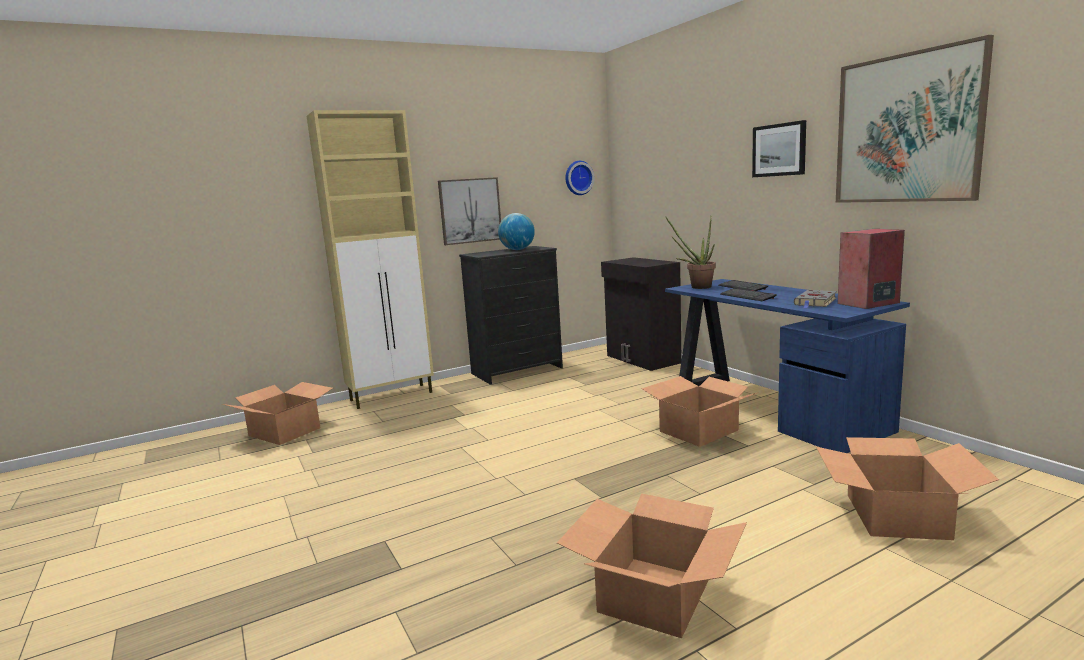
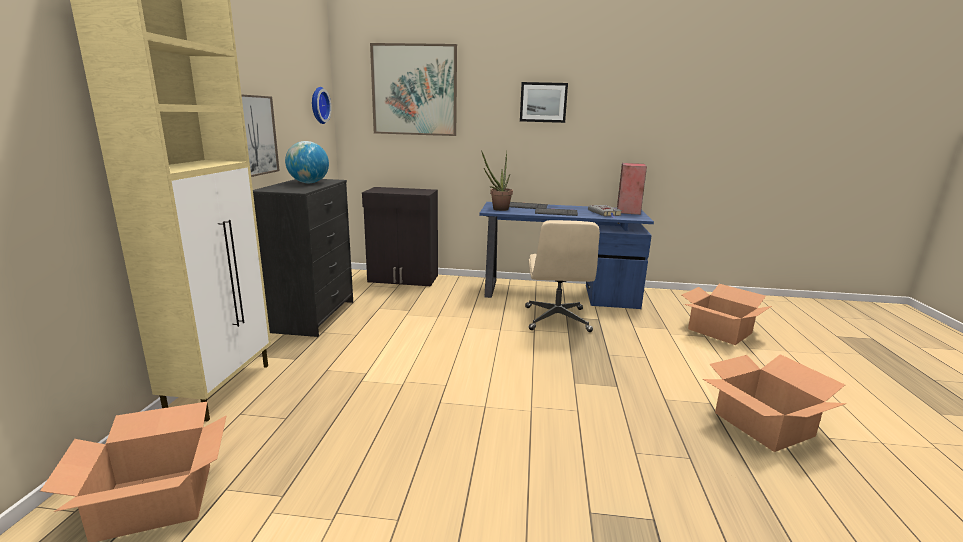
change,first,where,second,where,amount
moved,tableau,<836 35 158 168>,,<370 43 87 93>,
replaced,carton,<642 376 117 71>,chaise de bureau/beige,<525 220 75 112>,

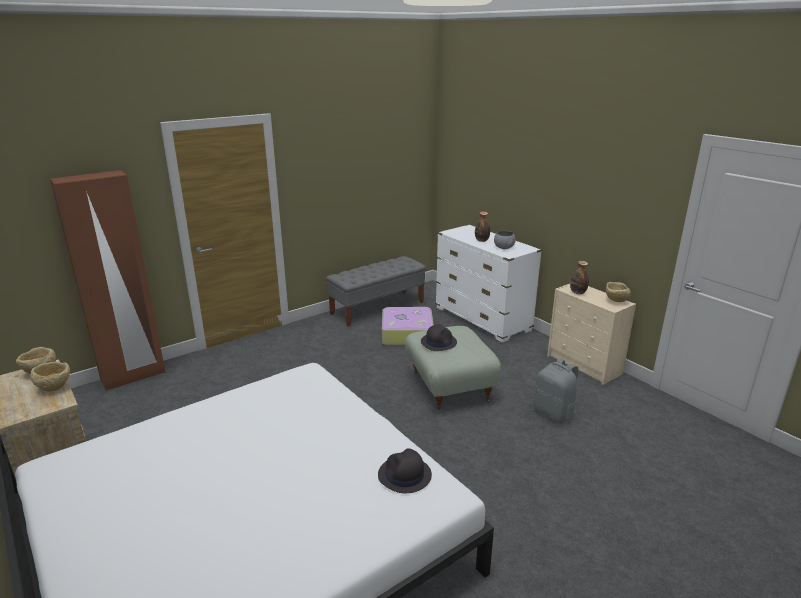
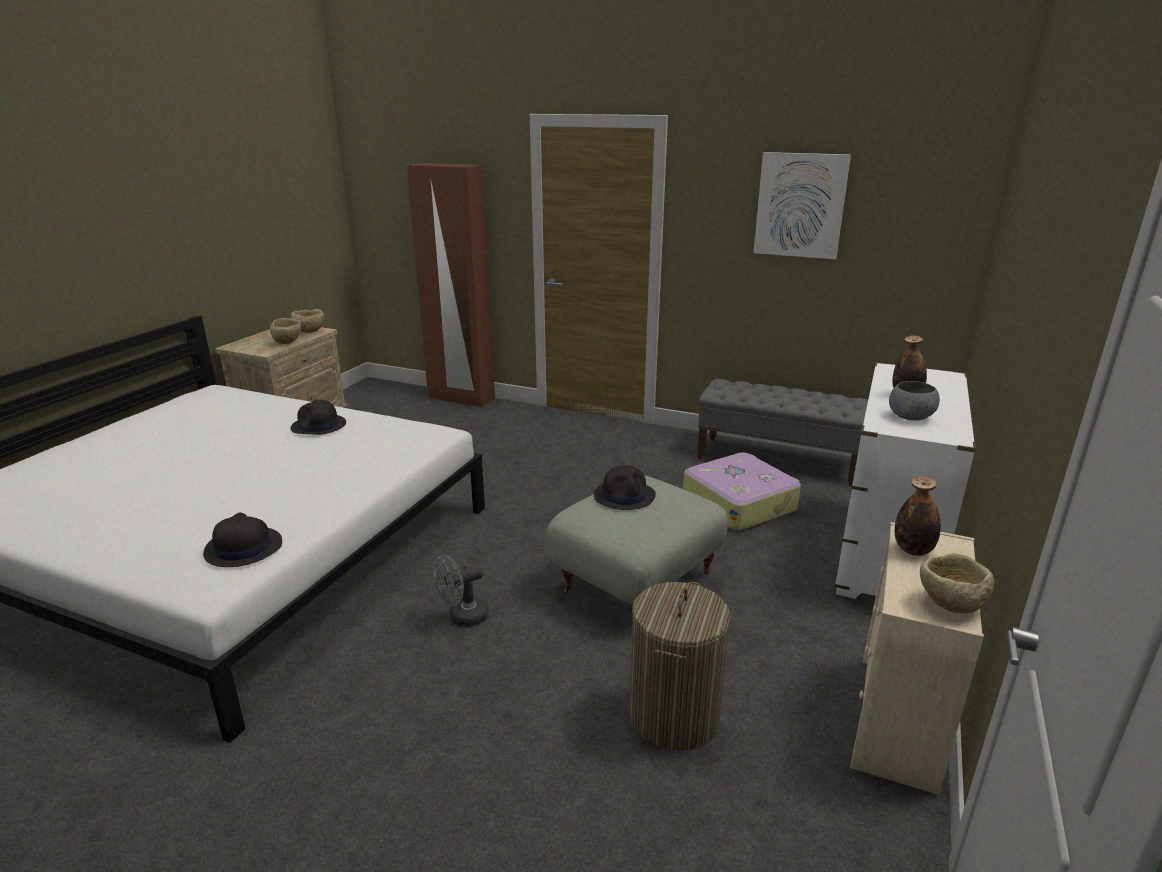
change,first,where,second,where,amount
added,,,chapeau/noir,<291 399 55 36>,
added,,,ventilateur/gris,<433 555 56 72>,
added,,,tableau,<753 152 98 107>,
replaced,sac à dos/gris,<533 358 45 65>,panier à linge,<629 582 102 169>,

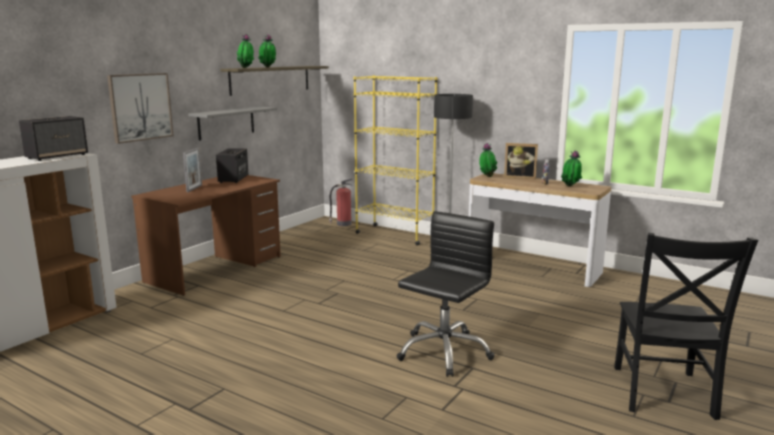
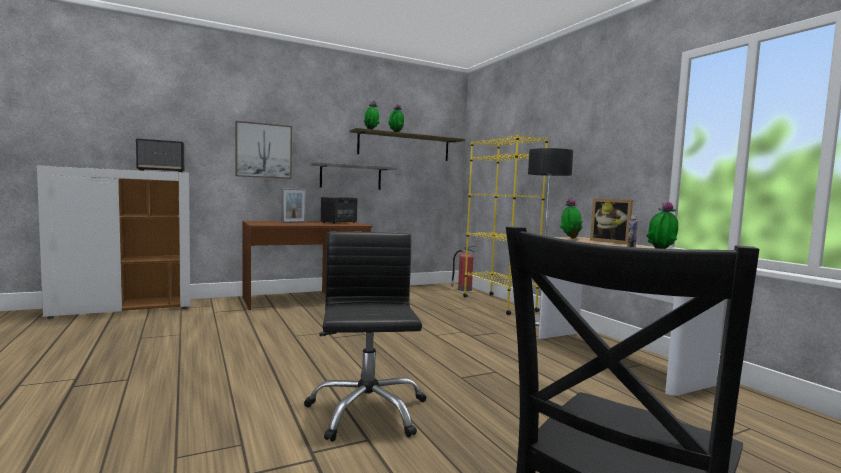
change,first,where,second,where,amount
turned,chaise de bureau/noir,<396 211 98 166>,,<304 232 123 210>,75 degrees counterclockwise

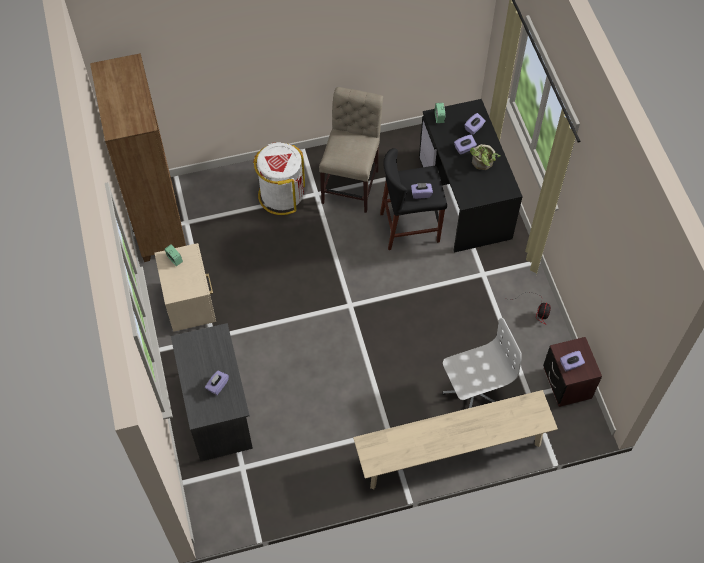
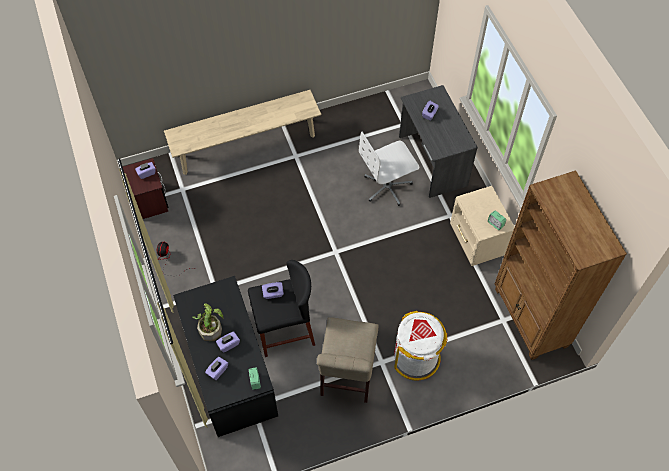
change,first,where,second,where,amount
moved,chaise de bureau/blanc,<442 318 80 90>,,<359 132 60 74>,

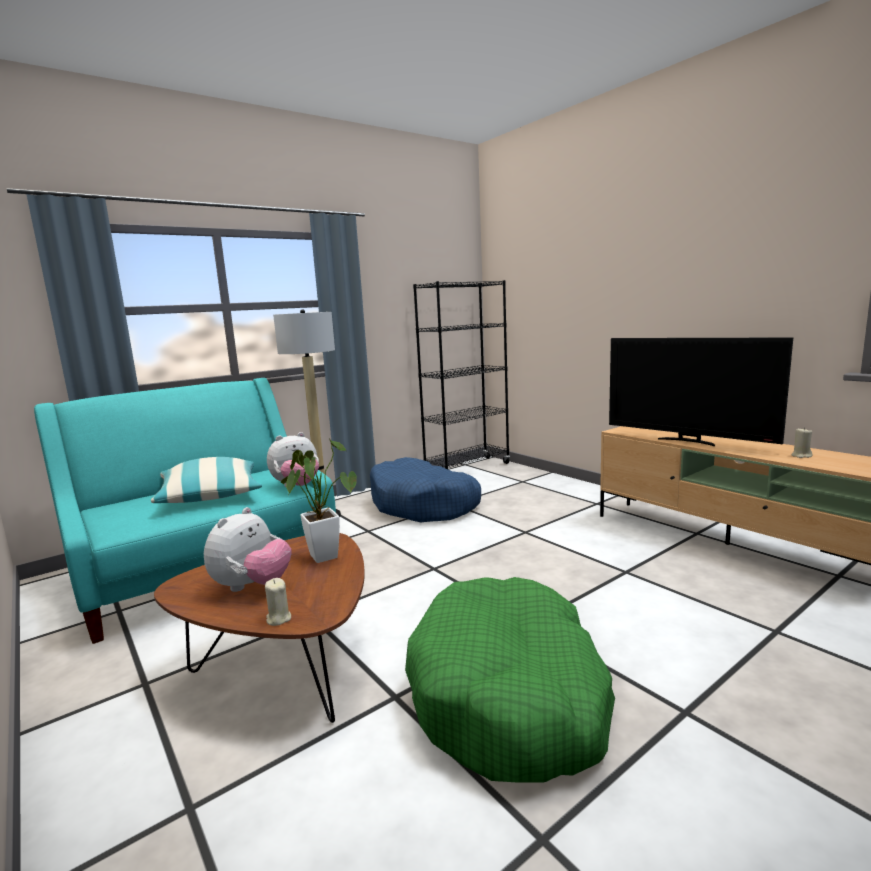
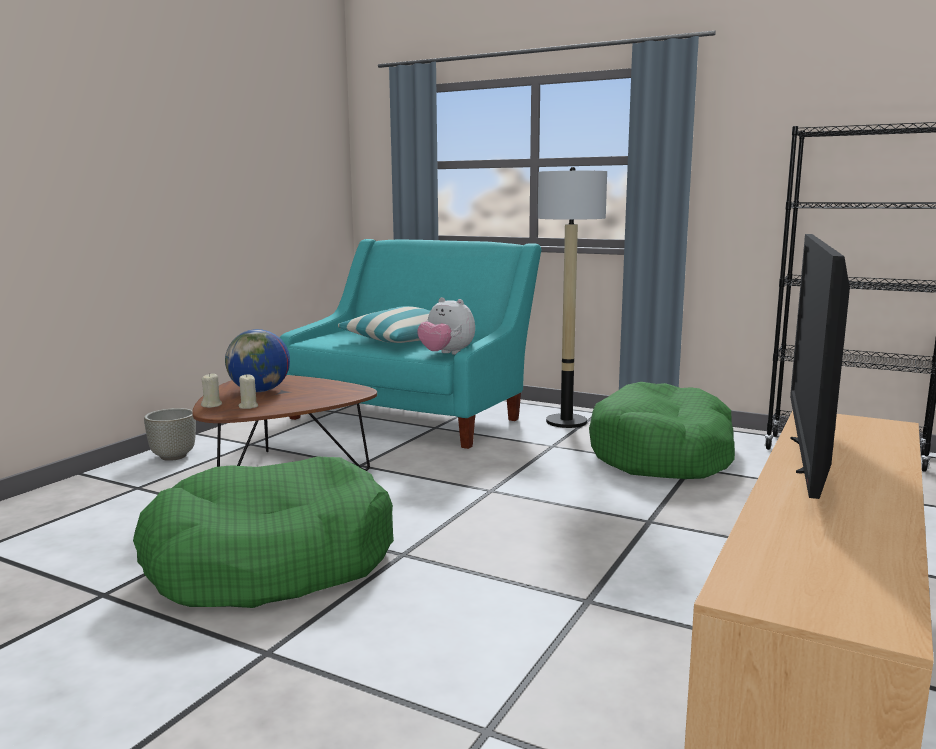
change,first,where,second,where,amount
removed,plante en pot,<281 438 76 125>,,,
added,,,cache-pot/gris,<144 408 52 53>,
moved,bougie/beige,<792 427 21 31>,,<238 374 20 35>,
replaced,peluche,<204 507 87 85>,globe,<225 329 65 63>,
recoloured,panier pour chien/bleu,<370 457 111 66>,panier pour chien/vert,<589 382 146 97>,

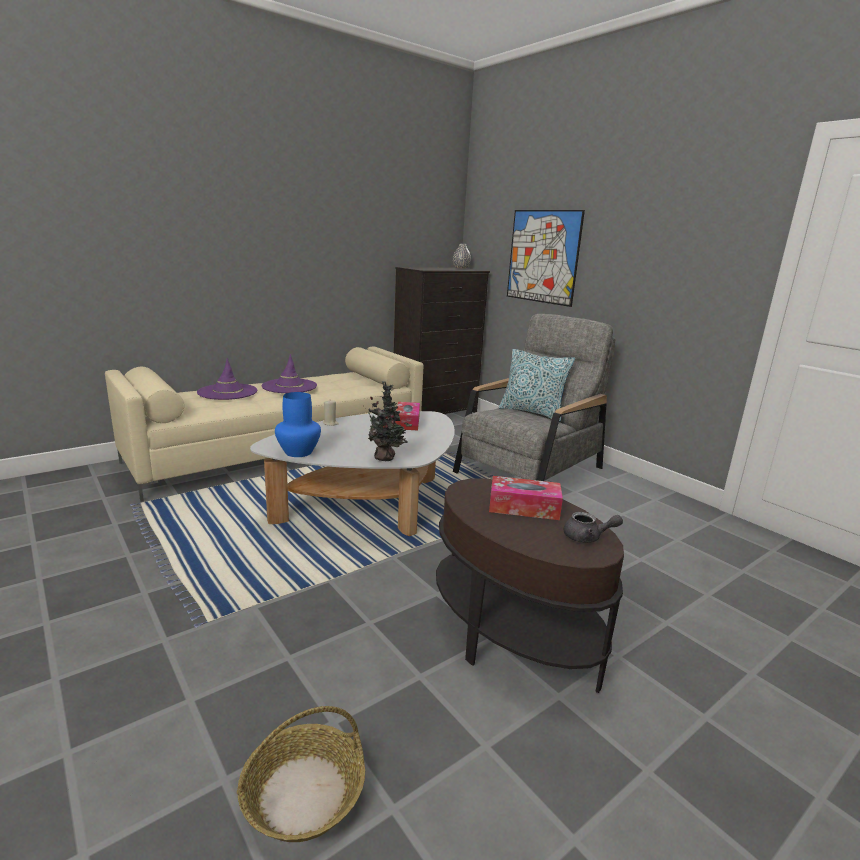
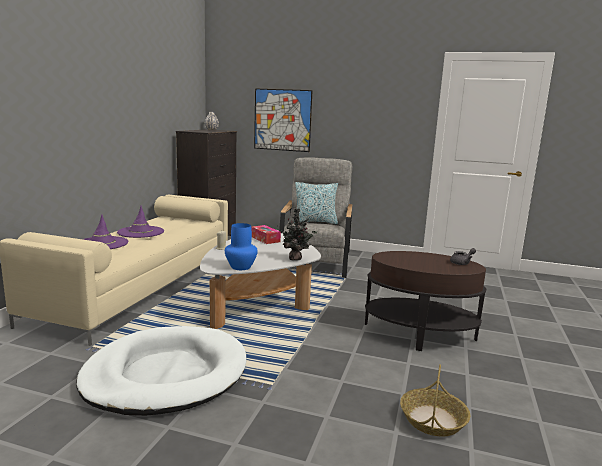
change,first,where,second,where,amount
removed,boîte à mouchoirs,<489 476 74 44>,,,
added,,,panier pour chien/blanc,<77 326 169 90>,

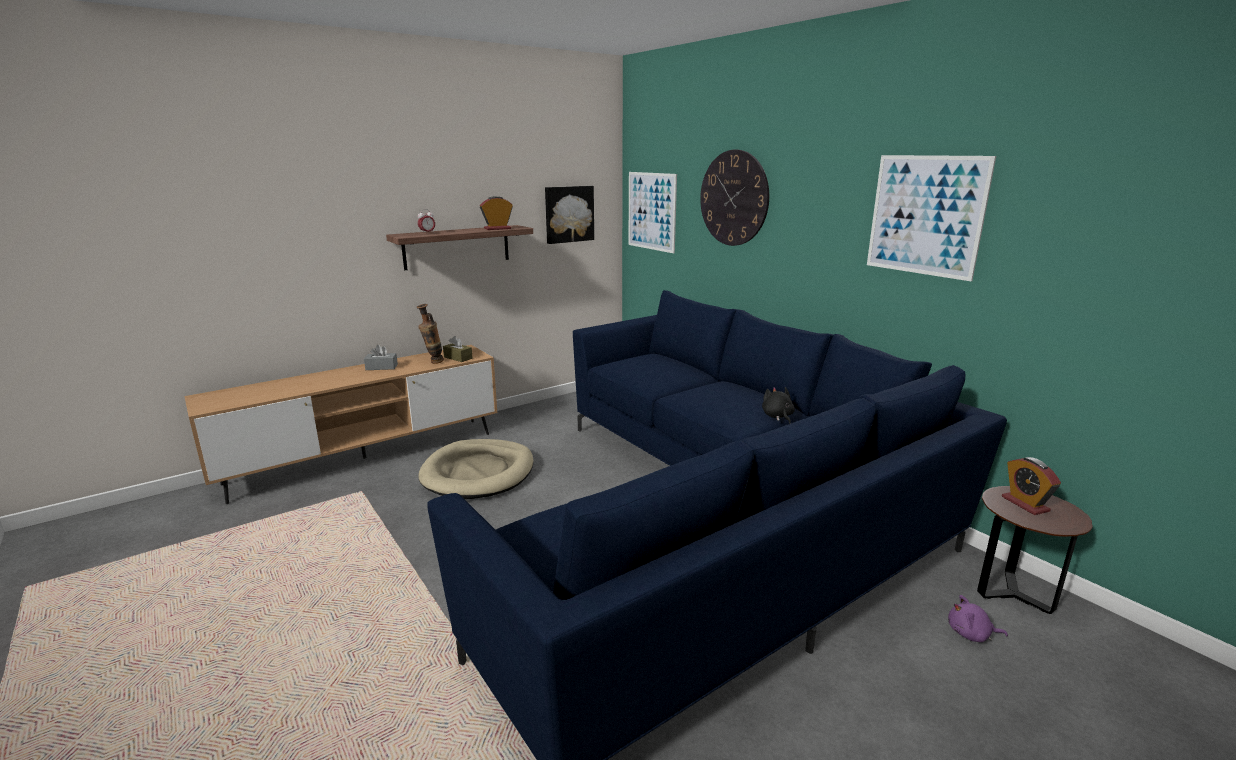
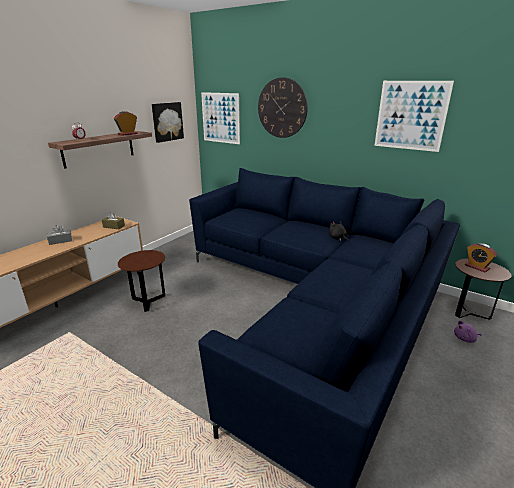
change,first,where,second,where,amount
removed,vase,<417 304 27 60>,,,
replaced,panier pour chien/beige,<418 439 115 61>,table d'appoint/marron,<118 250 47 62>,

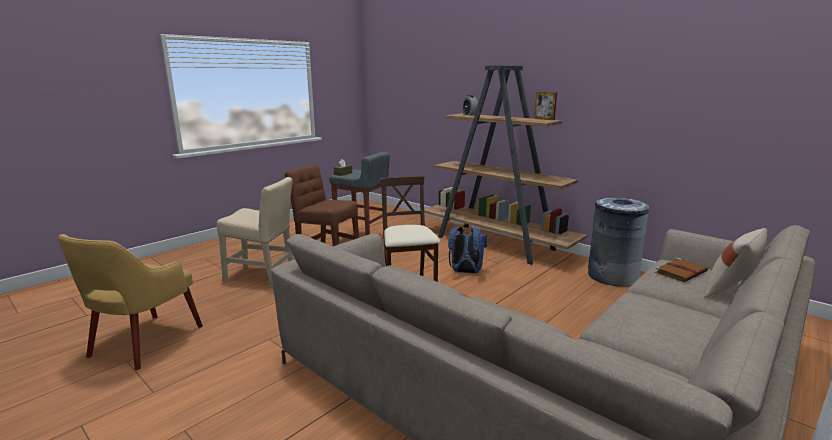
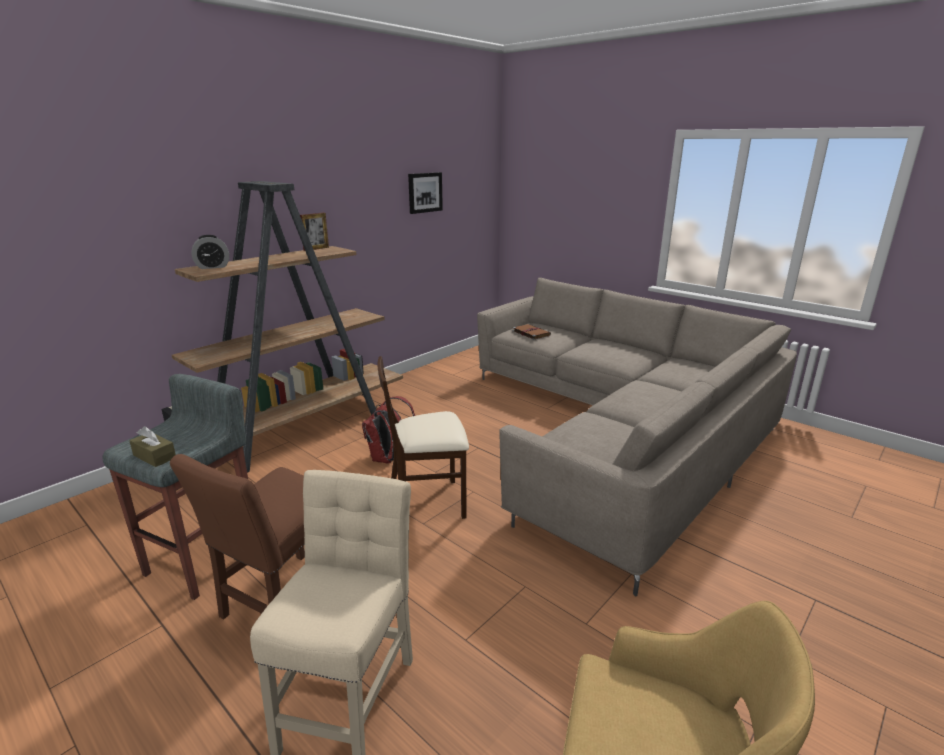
change,first,where,second,where,amount
removed,poubelle/gris,<588 197 62 90>,,,
removed,coussin/beige,<705 228 62 70>,,,
added,,,tableau,<408 172 35 42>,
recoloured,sac à dos/bleu,<448 226 39 47>,sac à dos/rouge,<362 396 53 68>,

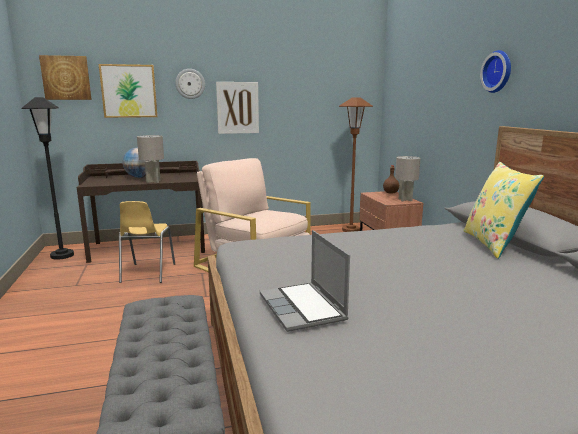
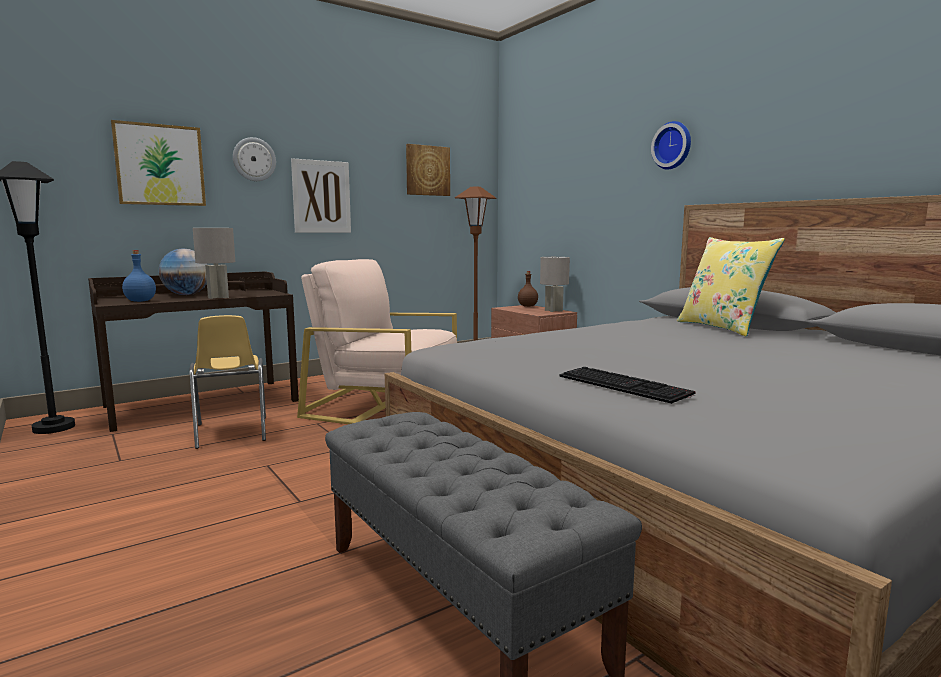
change,first,where,second,where,amount
added,,,bouteille/bleu,<122 250 34 52>,
moved,tableau,<39 55 53 45>,,<406 144 44 52>,
replaced,ordinateur portable,<260 230 90 102>,clavier,<560 367 136 37>,

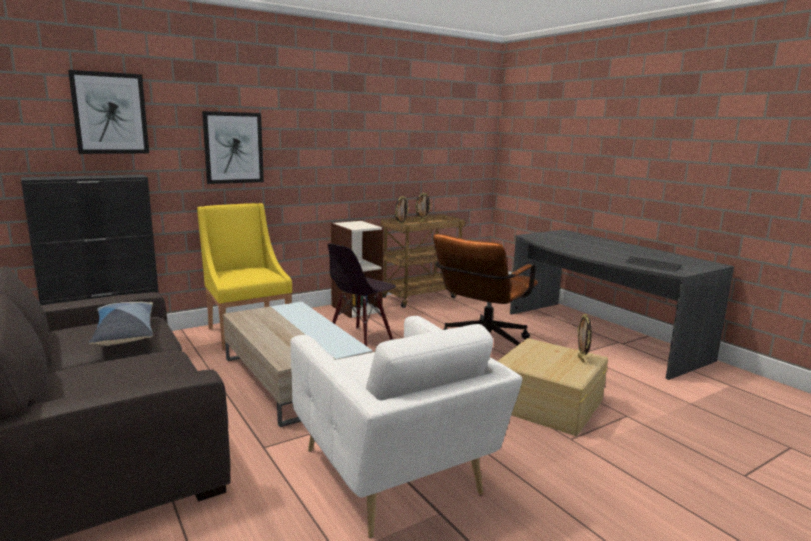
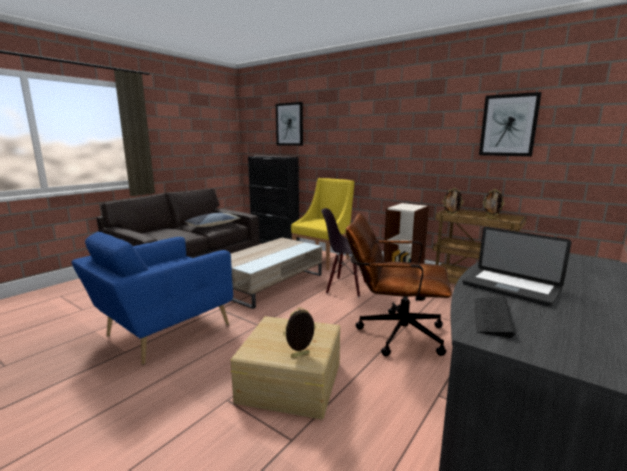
change,first,where,second,where,amount
added,,,ordinateur portable,<462 227 110 79>,
moved,tableau,<202 111 62 73>,,<479 92 63 64>,
recoloured,fauteuil/blanc,<290 316 232 222>,fauteuil/bleu,<71 232 162 133>,

